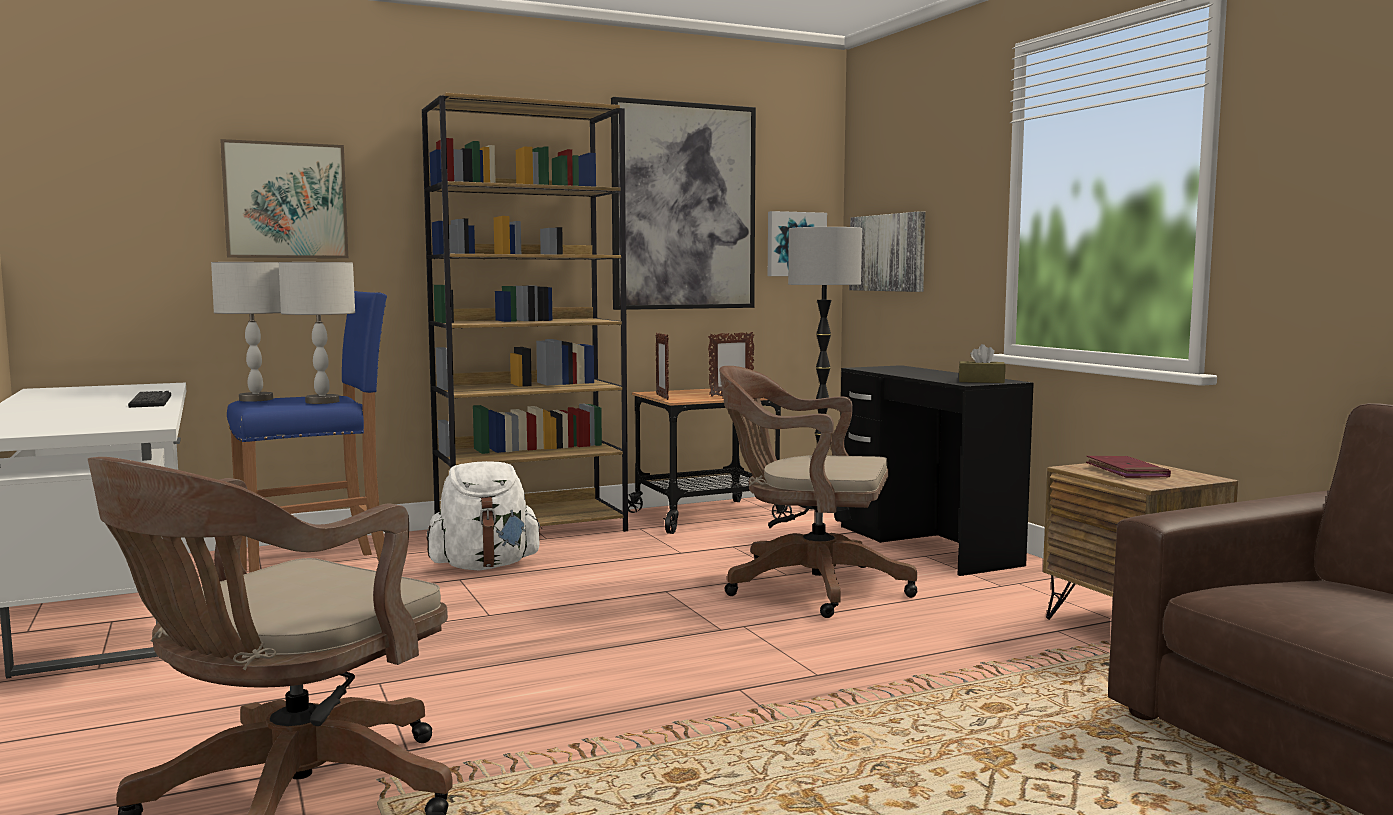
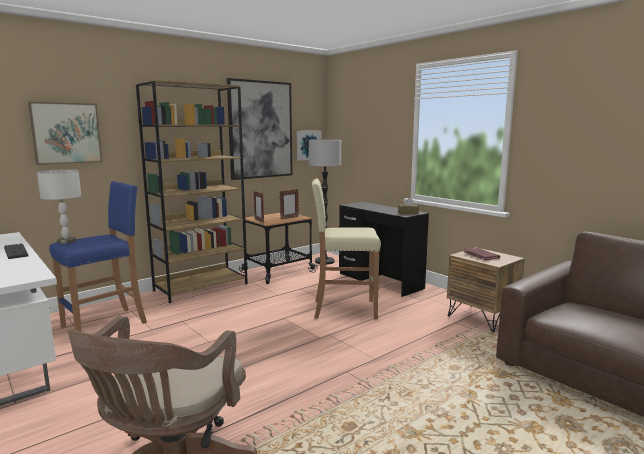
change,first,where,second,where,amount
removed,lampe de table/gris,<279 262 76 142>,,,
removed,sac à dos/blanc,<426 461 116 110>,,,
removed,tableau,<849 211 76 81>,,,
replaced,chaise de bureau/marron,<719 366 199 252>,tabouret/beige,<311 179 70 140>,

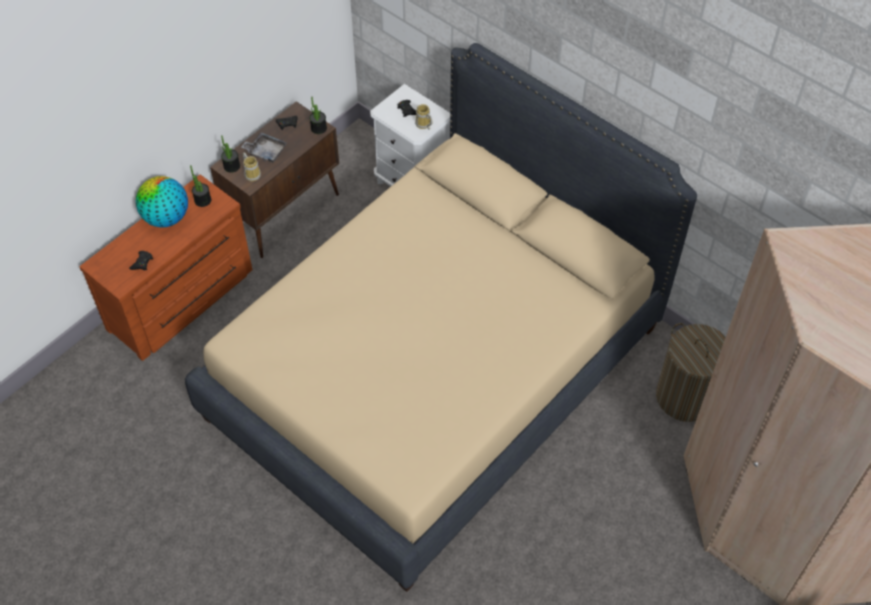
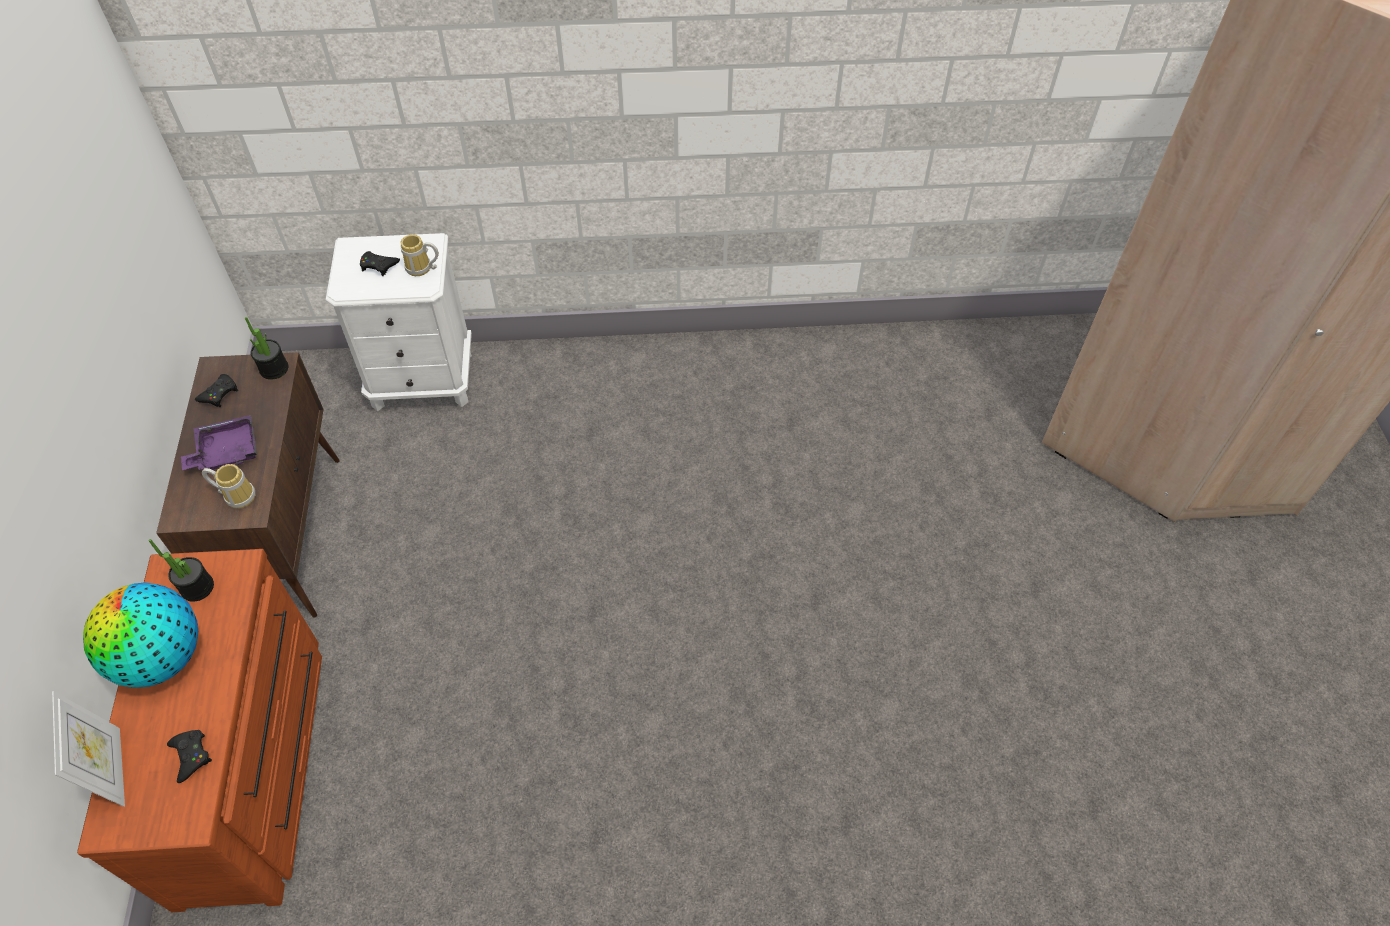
change,first,where,second,where,amount
removed,lit/beige,<185 43 512 549>,,,
removed,plante en pot,<221 135 19 38>,,,
removed,panier à linge,<656 323 70 99>,,,
added,,,cadre photo,<52 691 73 116>,
recoloured,plateau/gris,<241 132 46 31>,plateau/violet,<181 415 76 55>,

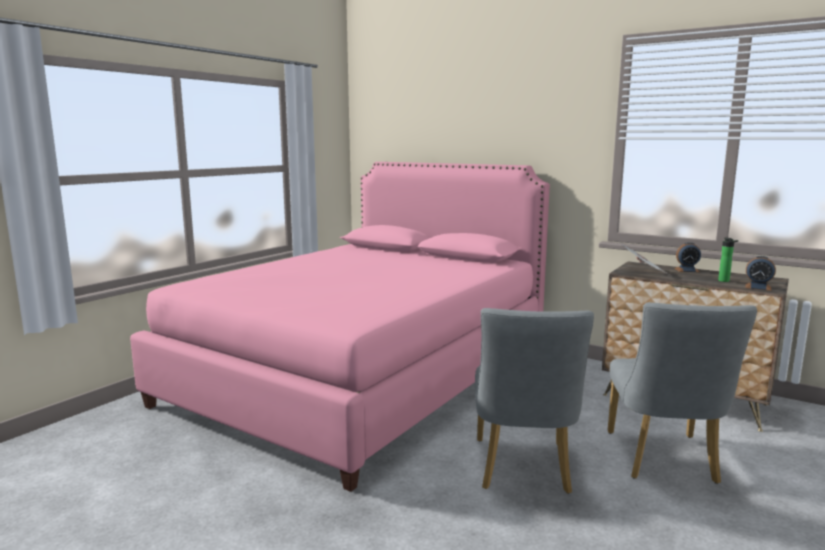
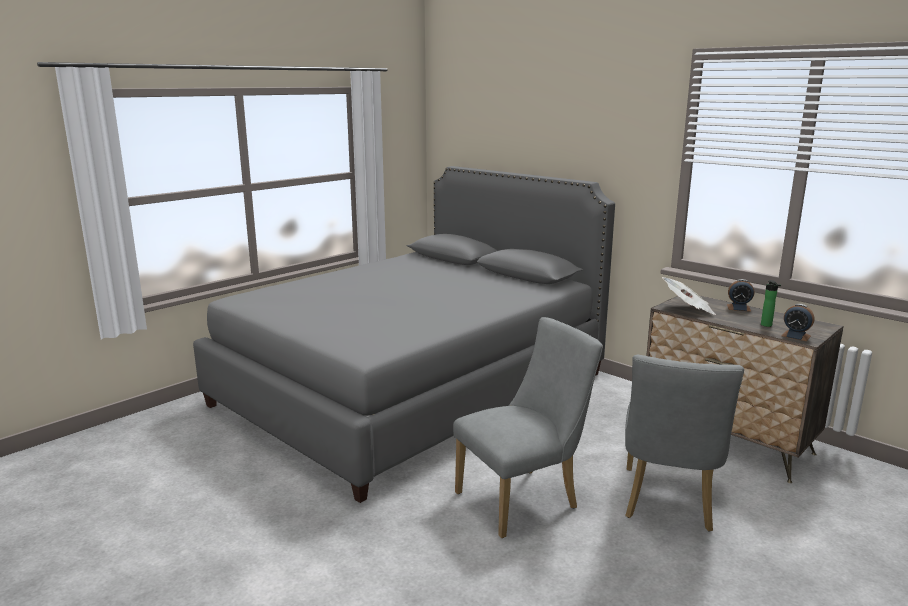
change,first,where,second,where,amount
recoloured,lit/rose,<130 162 420 330>,lit/gris,<193 166 422 337>,
turned,chaise/gris,<475 308 119 186>,,<453 317 150 221>,135 degrees counterclockwise

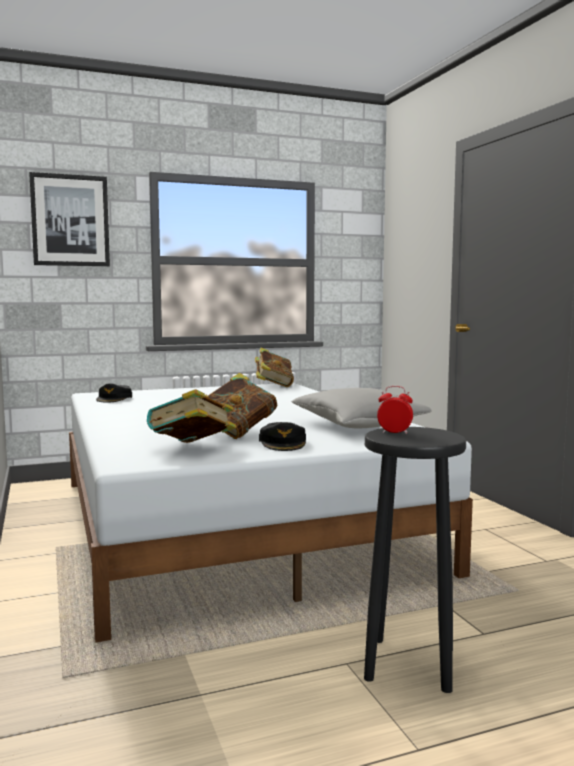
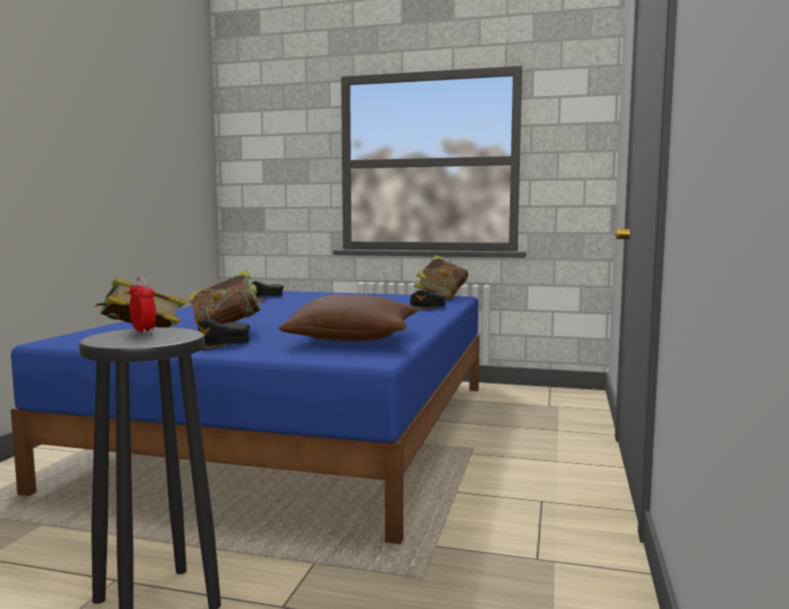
change,first,where,second,where,amount
removed,tableau,<29 172 81 94>,,,
added,,,casquette/noir,<409 290 36 20>,
recoloured,lit/blanc,<69 383 404 260>,lit/bleu,<11 291 469 253>,
recoloured,coussin/gris,<291 388 141 41>,coussin/marron,<279 294 139 47>,

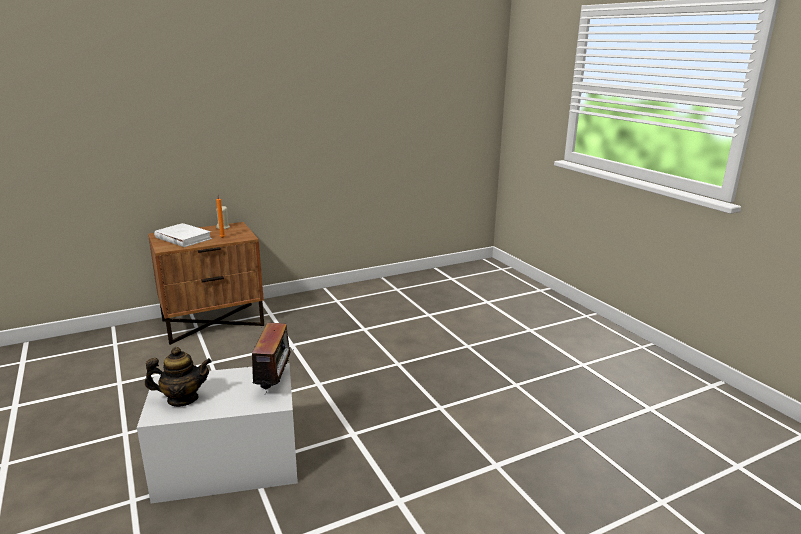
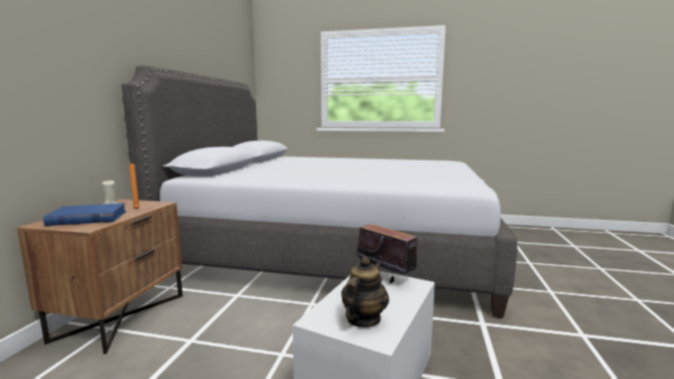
change,first,where,second,where,amount
added,,,lit/gris,<122 65 395 253>,
recoloured,livre/blanc,<154 223 58 24>,livre/bleu,<43 203 84 23>,

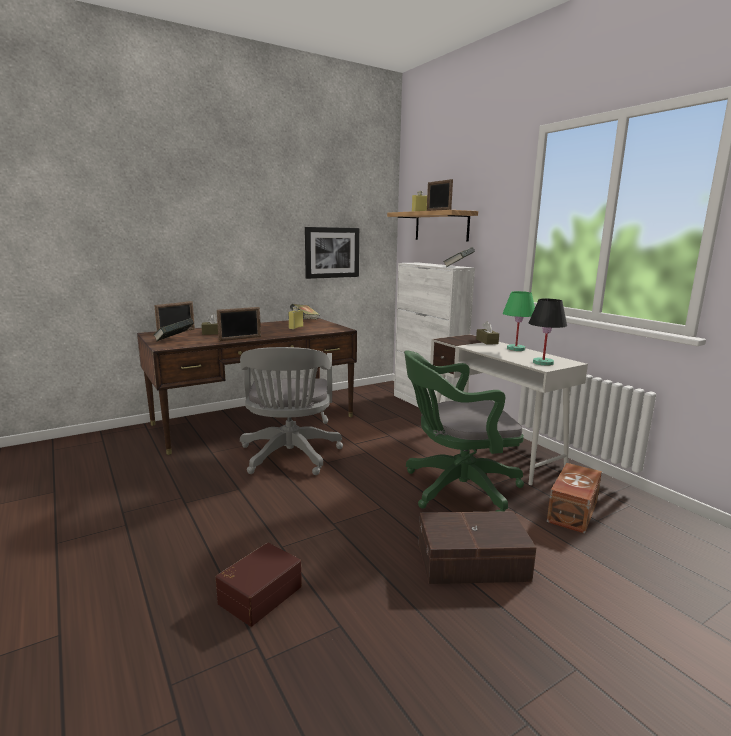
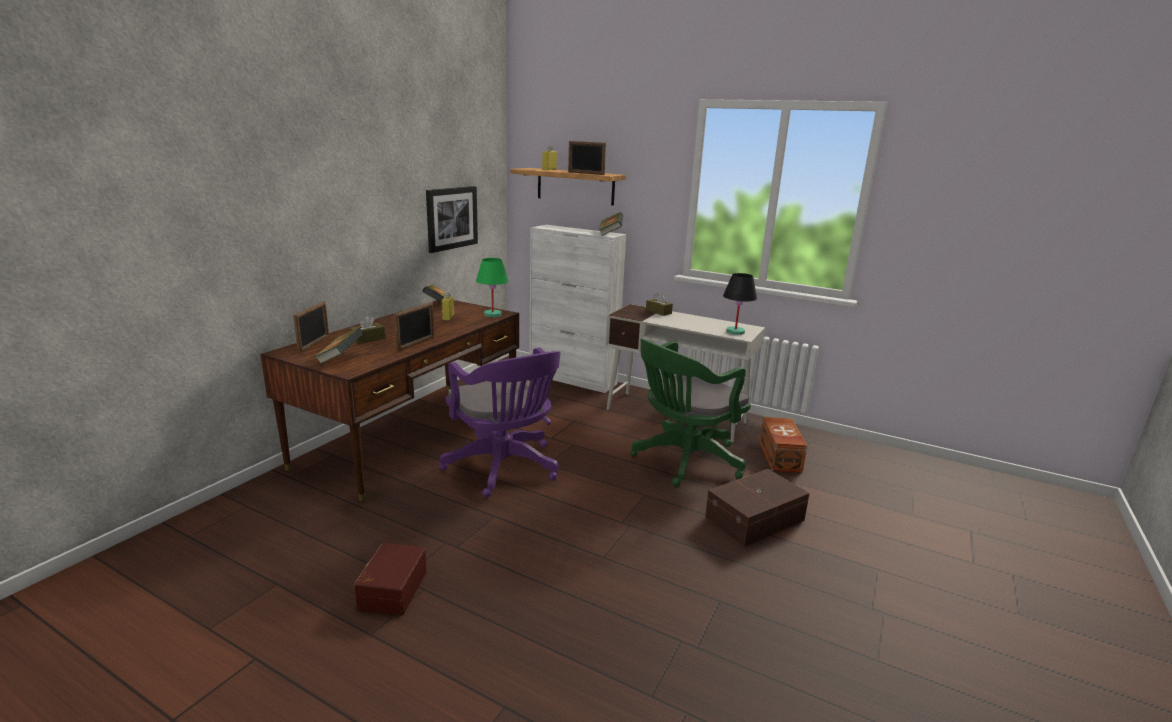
change,first,where,second,where,amount
moved,boîte de rangement/marron,<216 543 86 84>,,<354 543 73 72>,
moved,lampe de table/vert,<503 291 32 60>,,<476 258 32 59>,
recoloured,chaise de bureau/gris,<240 347 103 128>,chaise de bureau/violet,<439 348 122 149>,

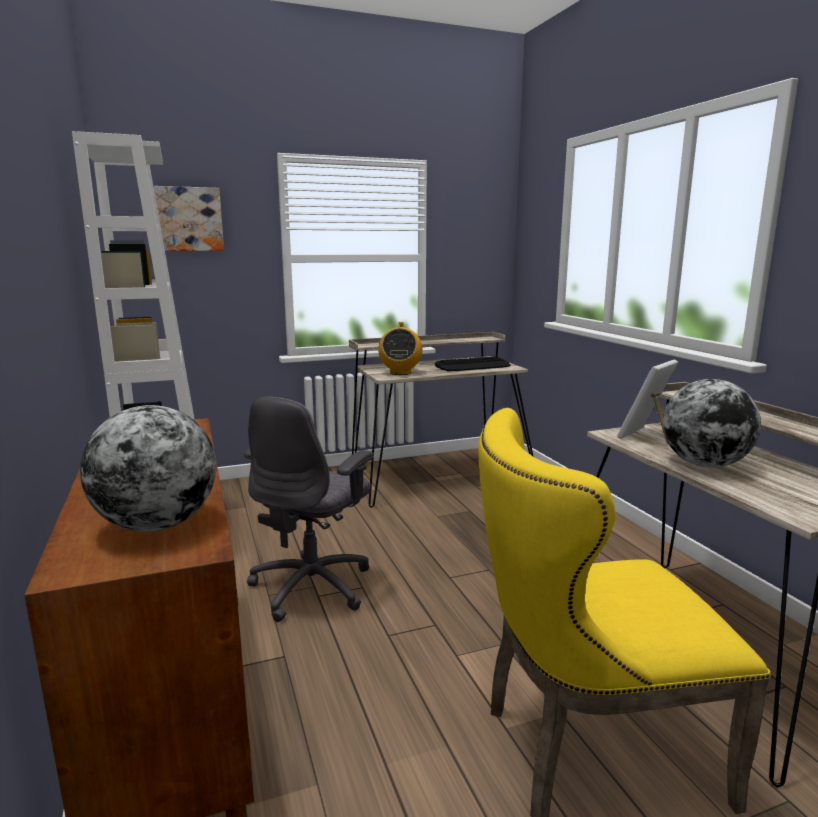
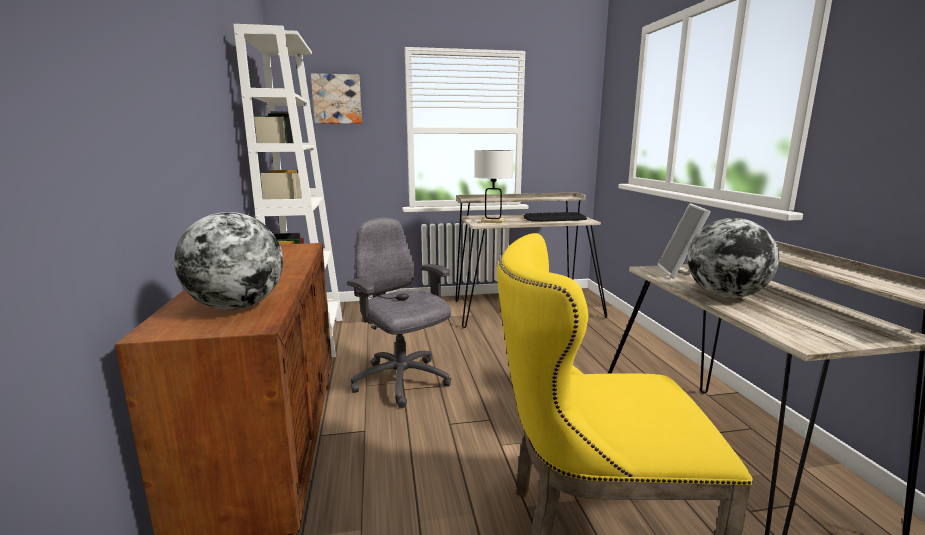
change,first,where,second,where,amount
replaced,radio,<378 322 44 53>,lampe de table/blanc,<474 150 40 73>,
turned,chaise de bureau/gris,<244 397 130 225>,,<347 218 104 190>,105 degrees clockwise
turned,cadre photo,<617 360 61 84>,,<658 204 52 75>,45 degrees counterclockwise

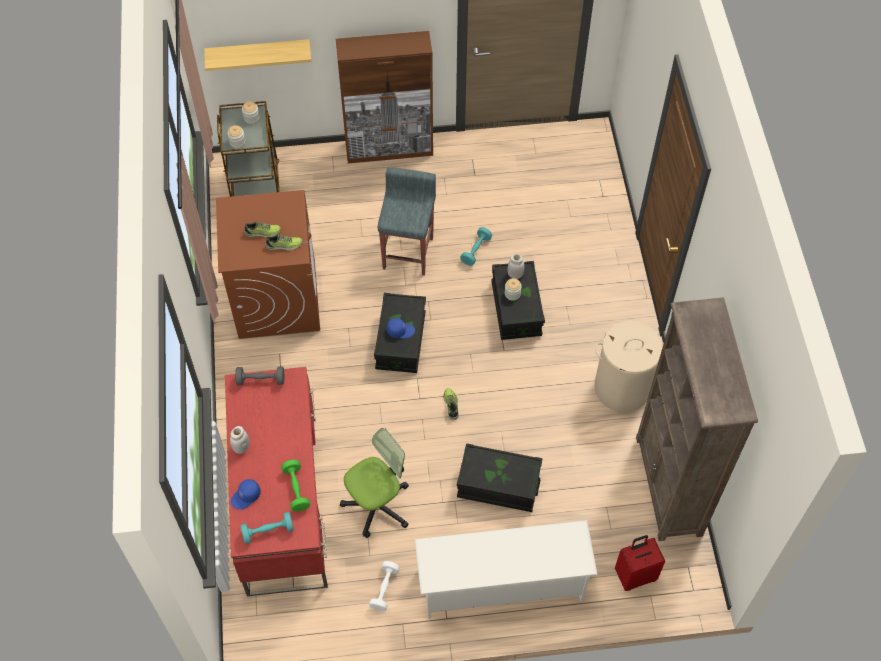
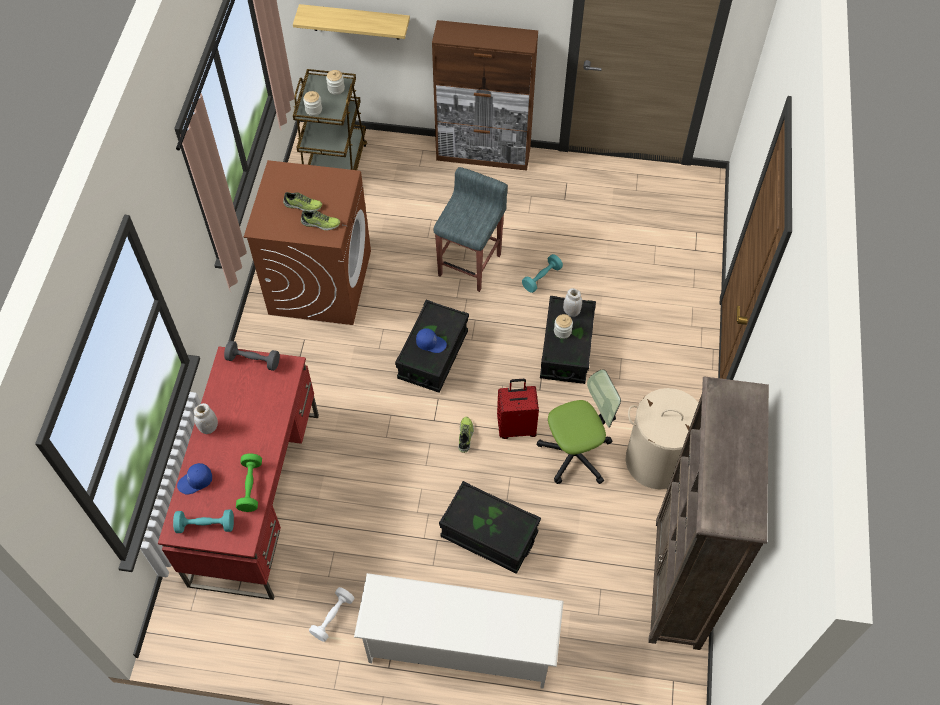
change,first,where,second,where,amount
moved,chaise de bureau,<340 428 69 110>,,<537 370 84 114>,
moved,valise/rouge,<615 535 50 56>,,<497 379 42 60>,

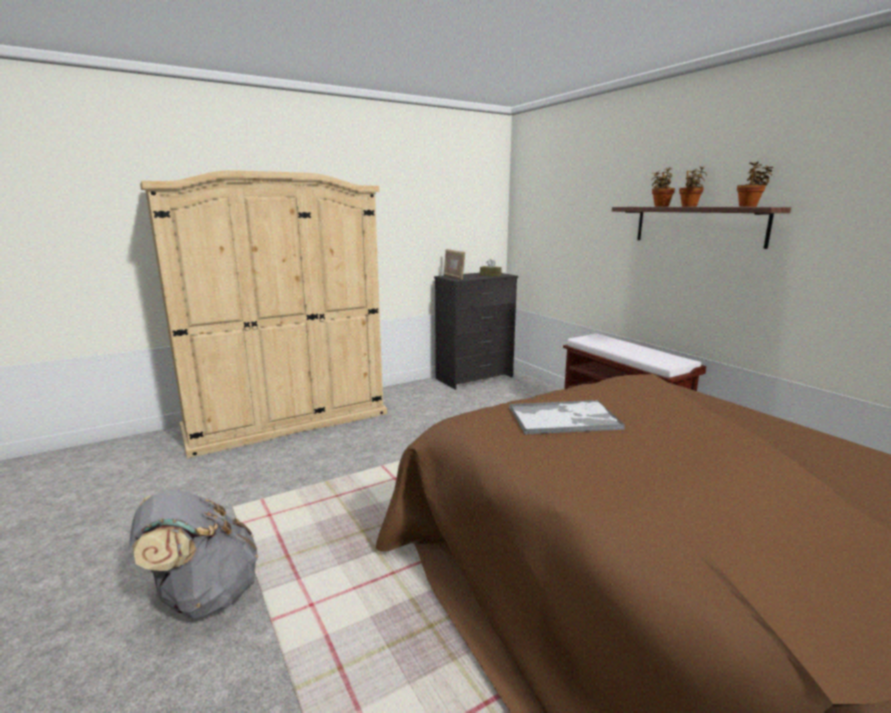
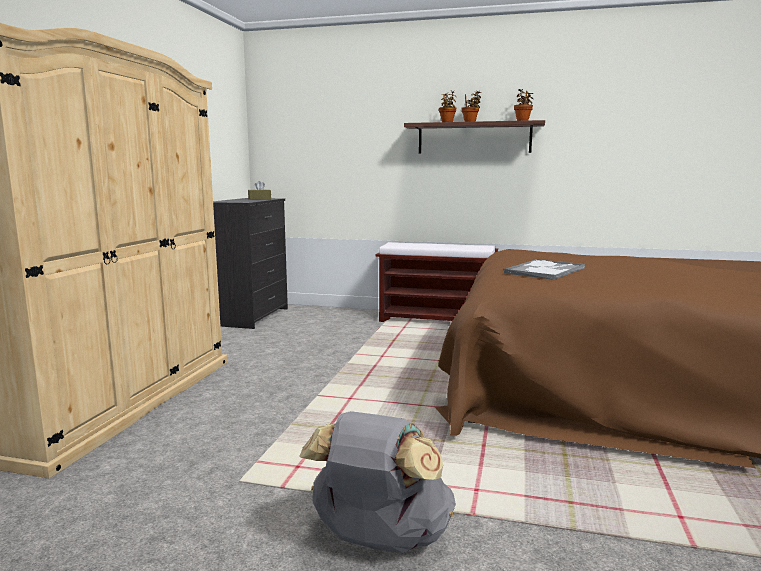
change,first,where,second,where,amount
removed,cadre photo,<444 249 21 31>,,,

